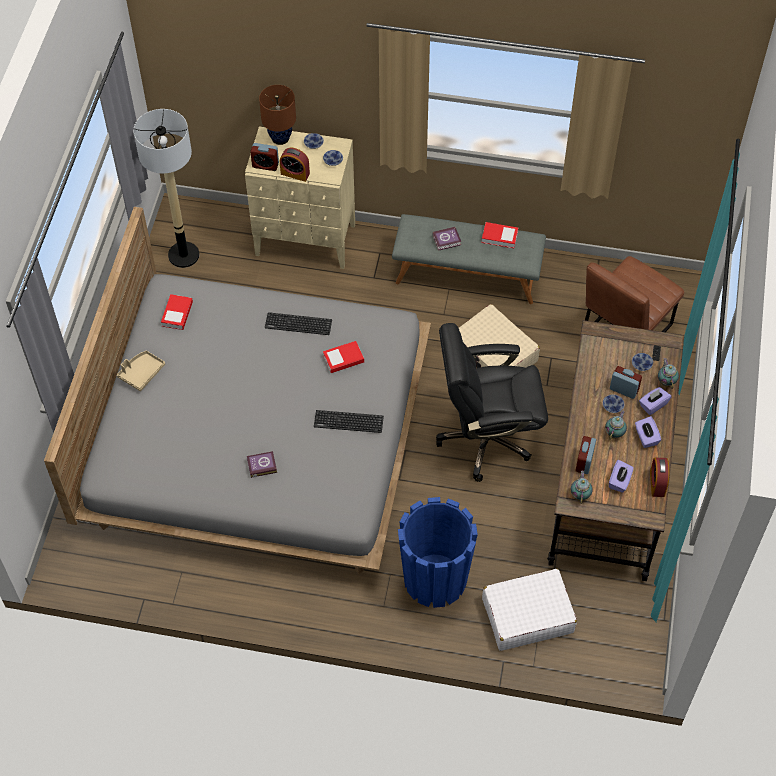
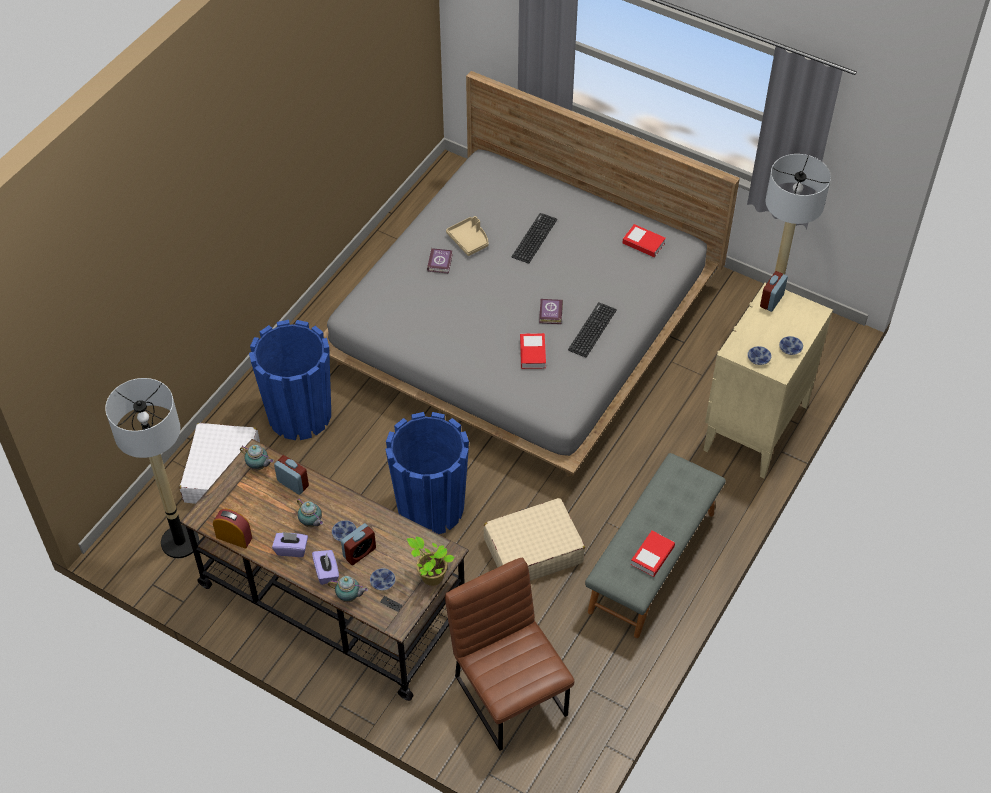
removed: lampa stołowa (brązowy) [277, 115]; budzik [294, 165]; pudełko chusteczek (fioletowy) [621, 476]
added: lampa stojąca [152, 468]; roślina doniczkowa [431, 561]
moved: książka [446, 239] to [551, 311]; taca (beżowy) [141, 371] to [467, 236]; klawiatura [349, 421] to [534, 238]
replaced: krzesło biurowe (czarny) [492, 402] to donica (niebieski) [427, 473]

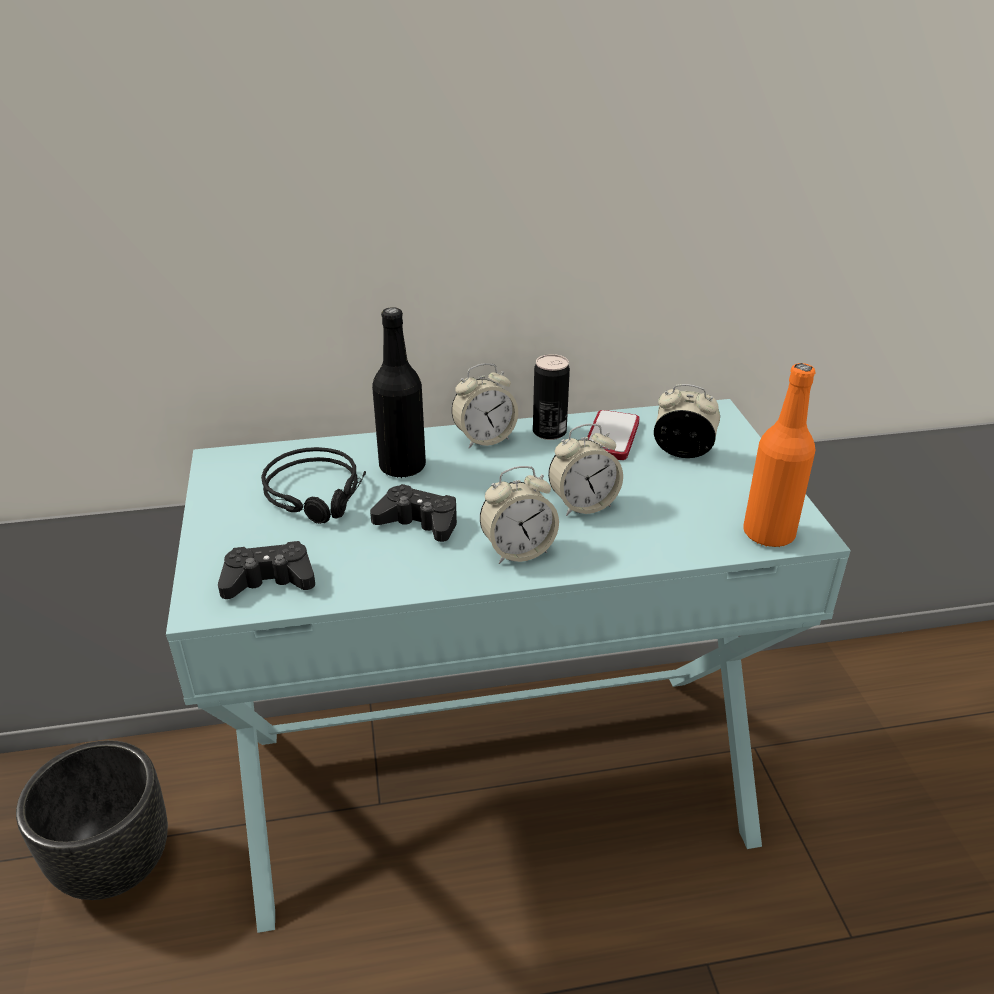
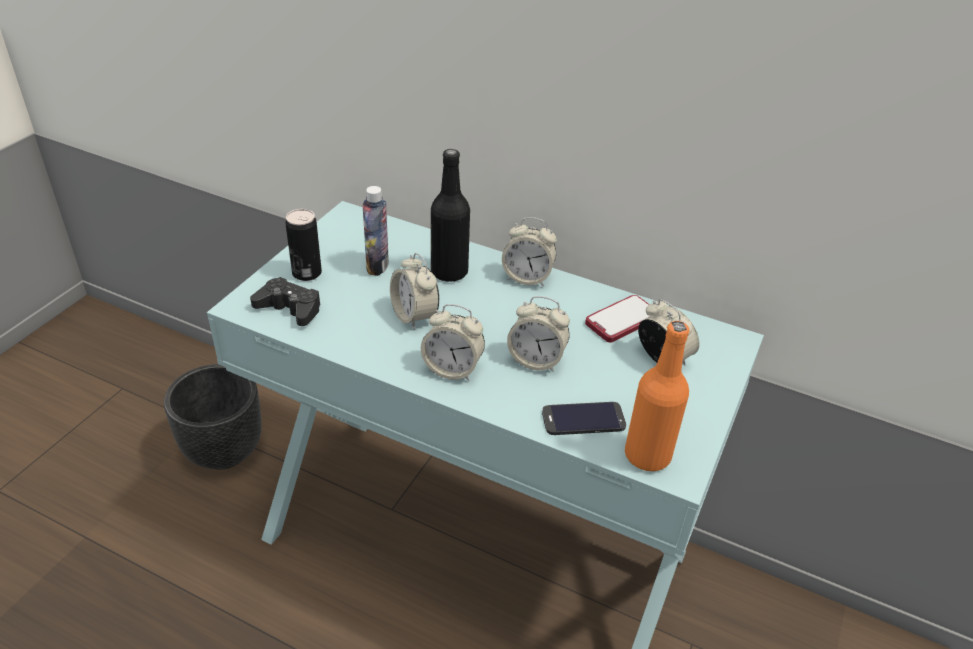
added: telefon [584, 418]
moved: puszka [551, 397] to [303, 245]
replaced: słuchawki (czarny) [313, 485] to butelka [376, 231]; pad do gier (czarny) [413, 513] to budzik [414, 291]

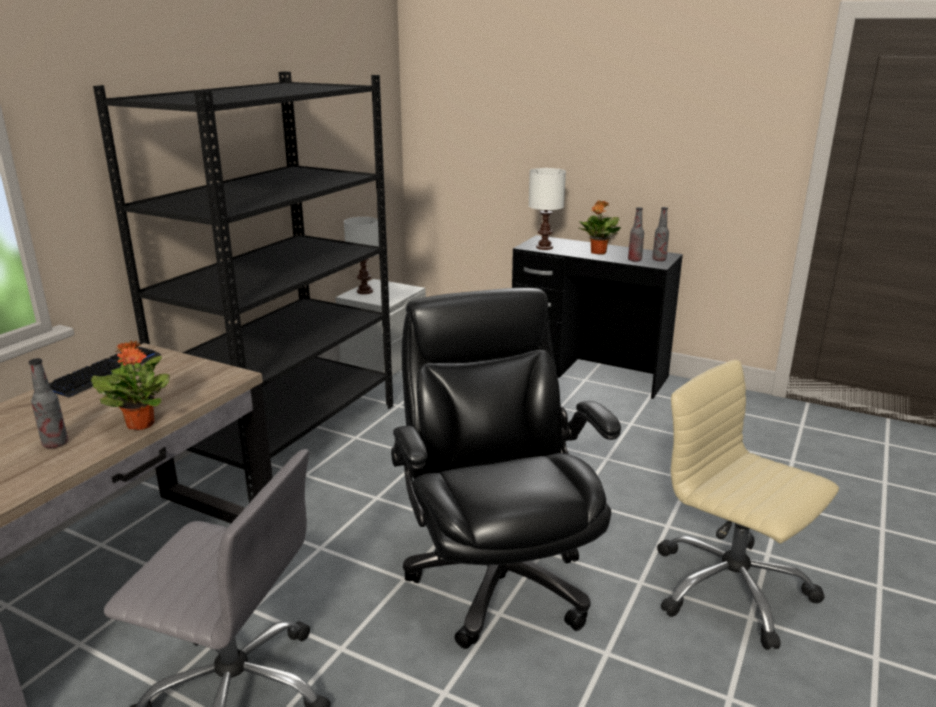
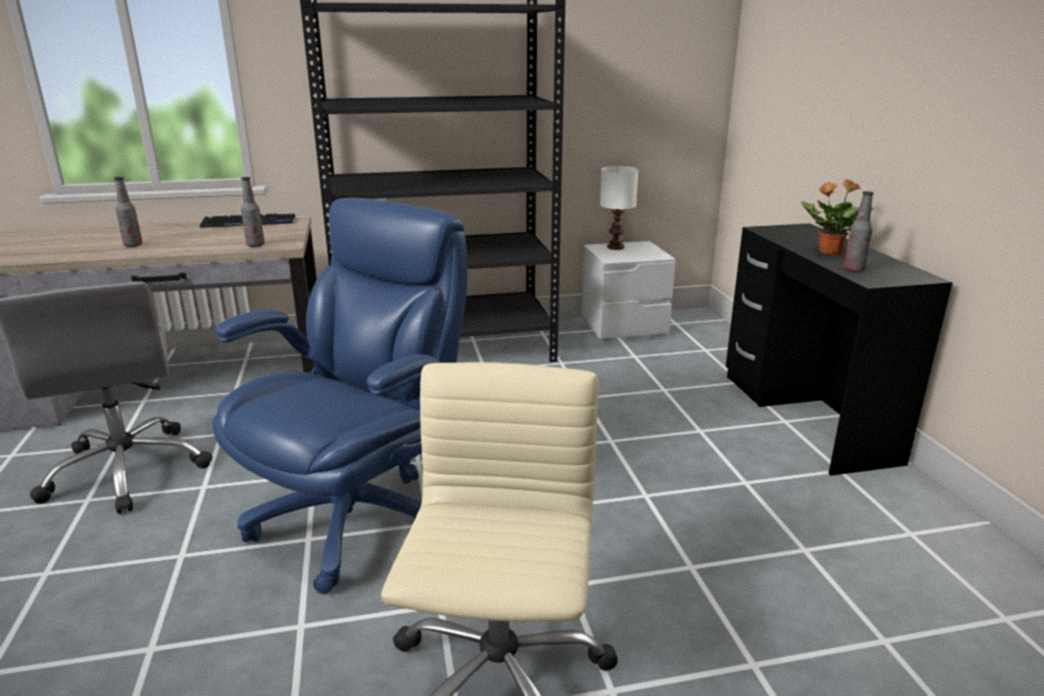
removed: lampa stołowa (biały) [547, 209]; roślina doniczkowa [130, 385]
moved: butelka [660, 234] to [253, 212]
recoloured: krzesło biurowe (czarny) [506, 468] to krzesło biurowe (niebieski) [340, 396]

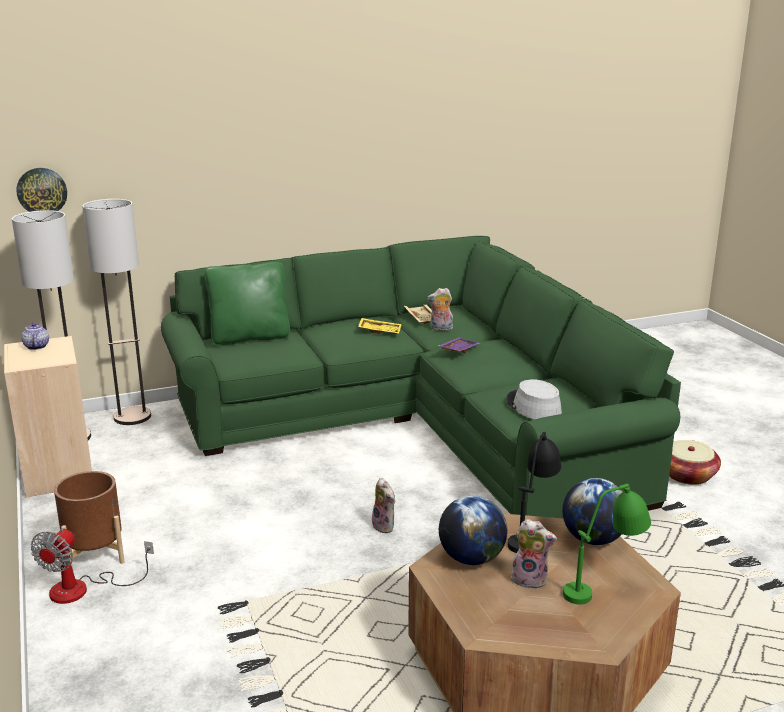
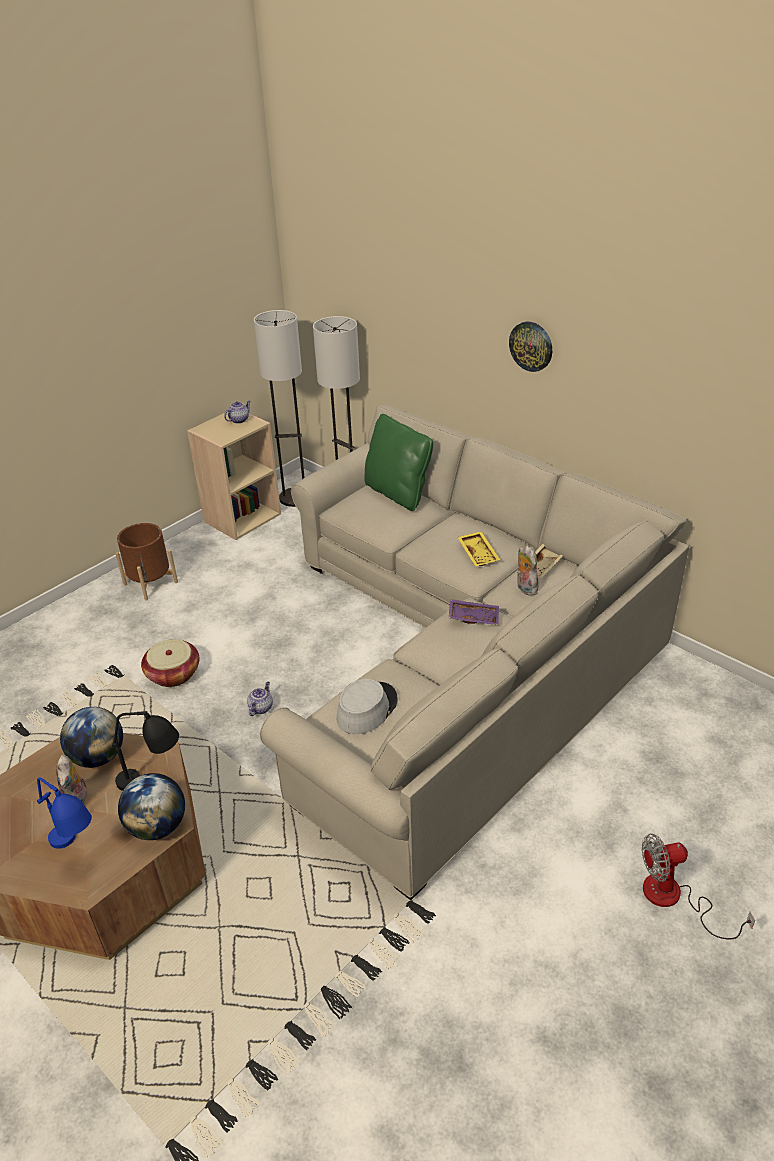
moved: zegar ścienny [41, 190] to [530, 347]; koszyk [695, 462] to [170, 663]; wentylator [92, 566] to [698, 886]
replaced: pluszak [382, 505] to imbryk [260, 699]
recoloured: kanapa (zielony) [421, 377] to kanapa (beżowy) [474, 652]; lampa stołowa (zielony) [607, 543] to lampa stołowa (niebieski) [64, 813]

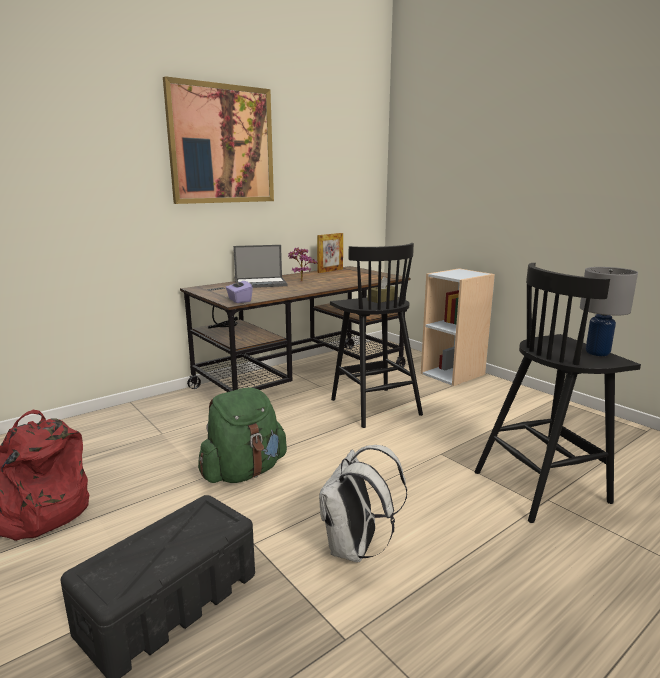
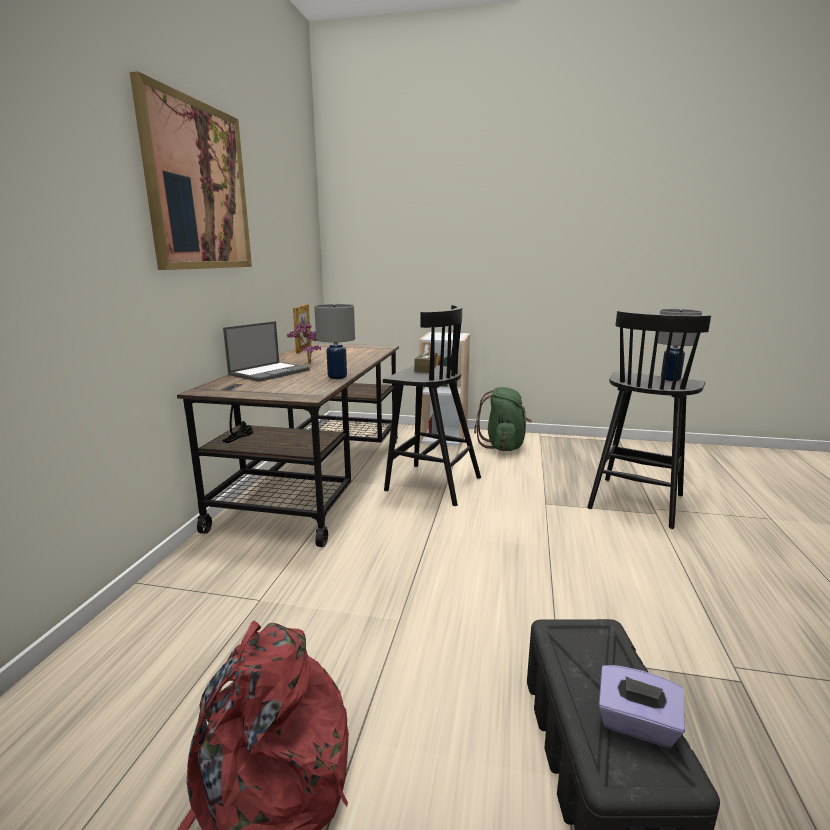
removed: plecak (biały) [363, 503]
added: lampa stołowa (szary) [334, 341]
moved: pudełko chusteczek (fioletowy) [239, 290] to [642, 706]; plecak (zielony) [242, 435] to [503, 419]

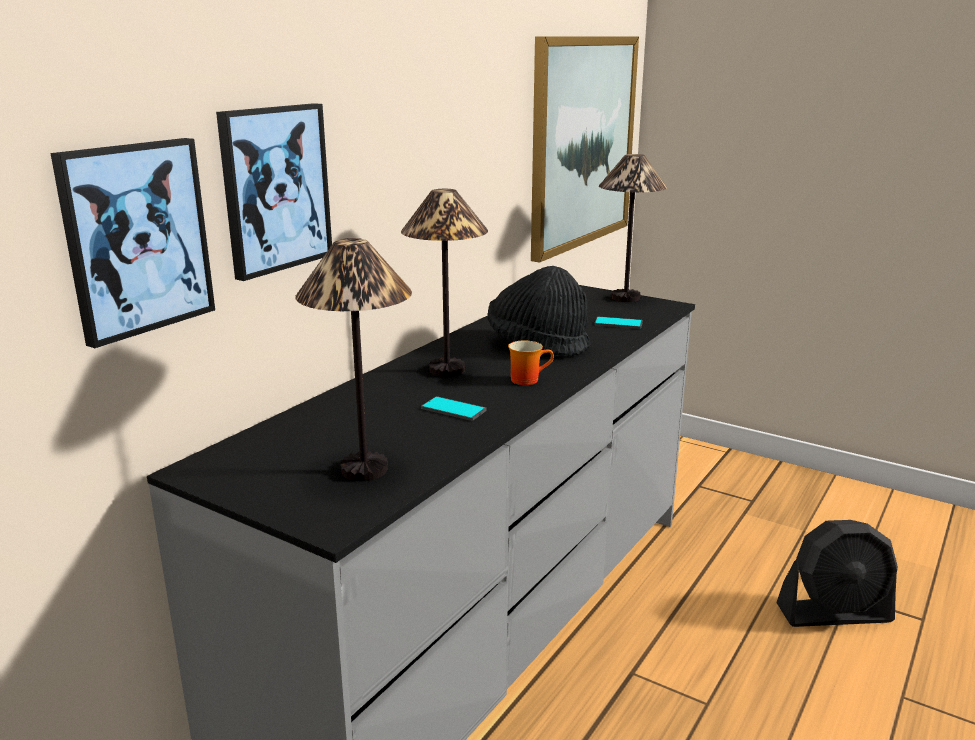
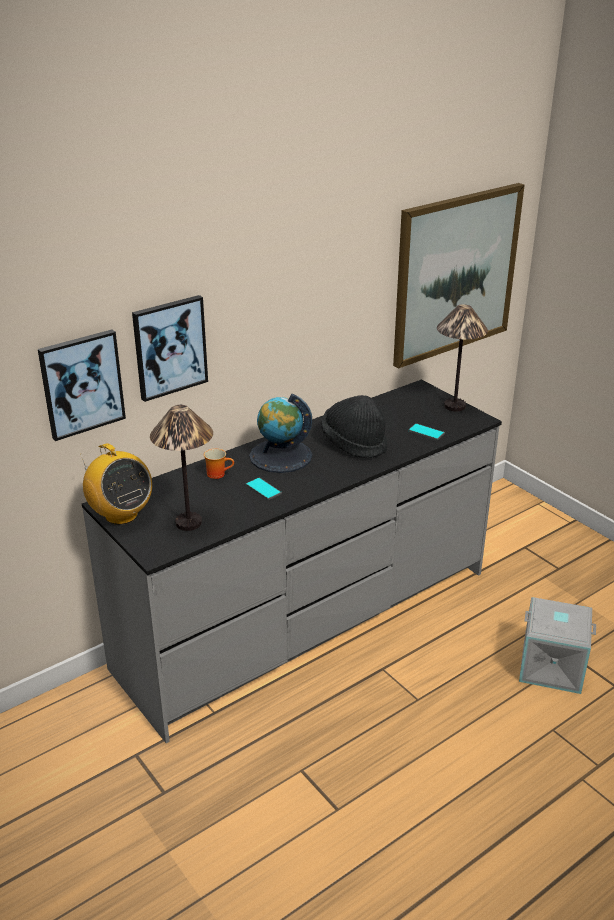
added: radio [116, 484]
moved: kubek [531, 363] to [219, 463]
replaced: lampa stołowa [444, 283] to globus [280, 433]; wentylator (czarny) [837, 573] to pojemnik do przechowywania (szary) [557, 645]

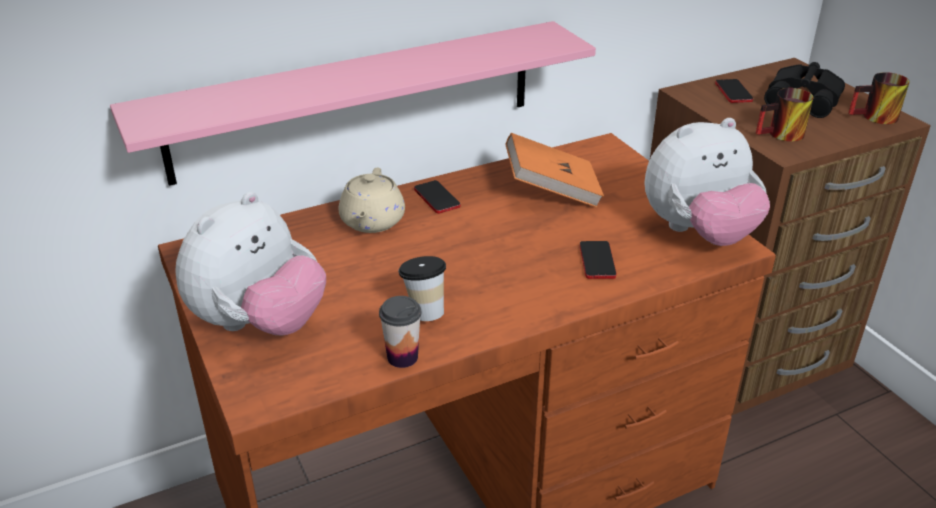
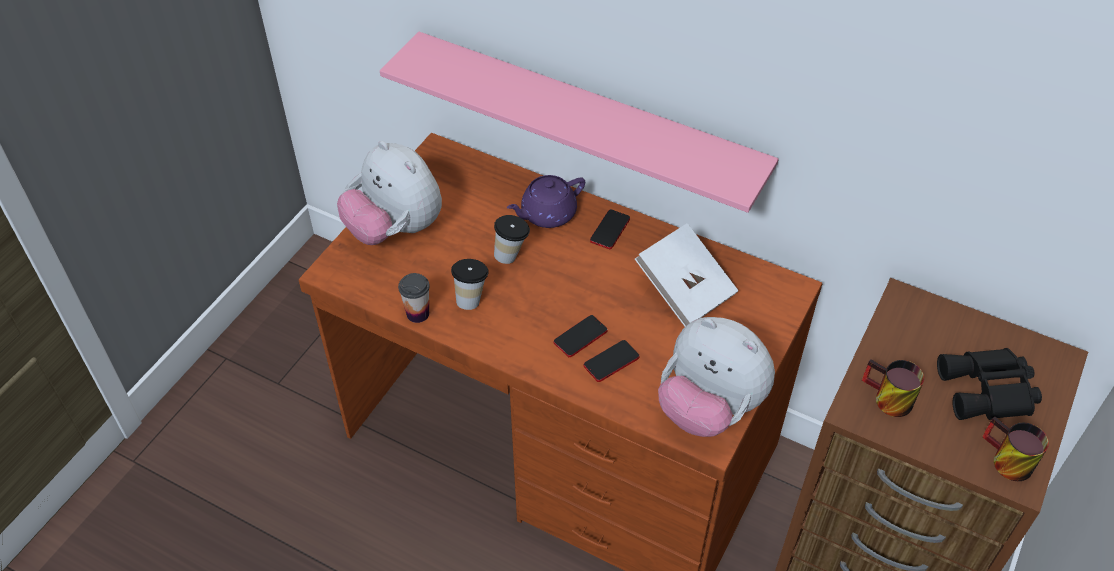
added: filiżanka [512, 239]
moved: telefon [734, 91] to [581, 336]
recoloured: książka (pomarańczowy) [554, 170] to książka (biały) [687, 275]; imbryk (beżowy) [371, 200] to imbryk (fioletowy) [546, 201]
turned: pluszak [250, 263] = [389, 193] 45 degrees clockwise

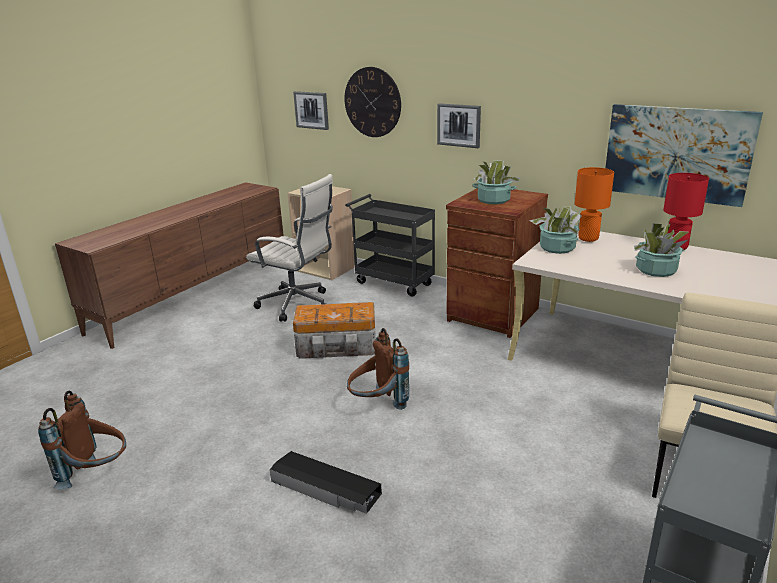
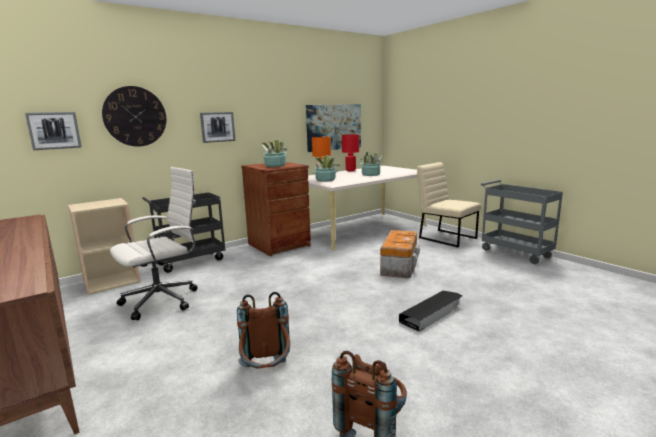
moved: pojemnik do przechowywania [334, 330] to [400, 254]; plecak (brązowy) [378, 369] to [263, 330]

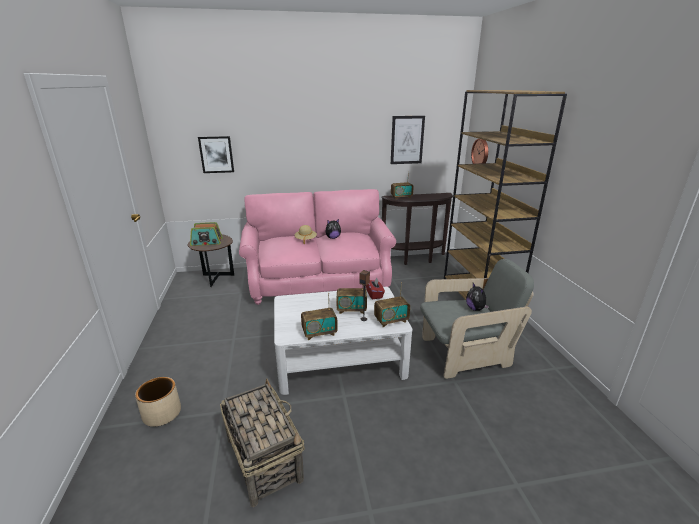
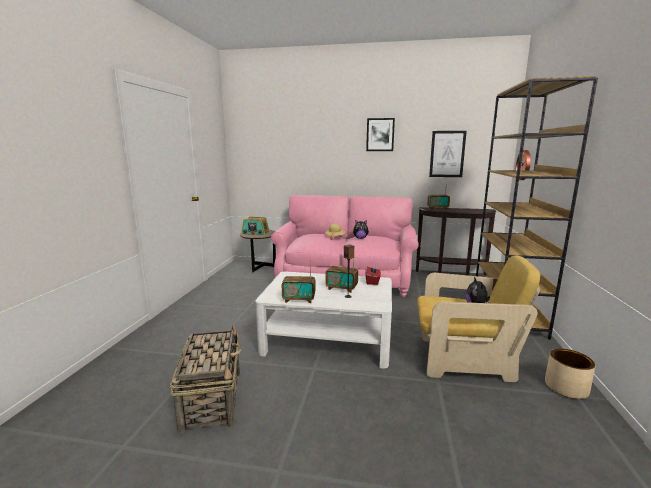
removed: radio [392, 304]
moved: obraz [216, 154] to [380, 134]; donica (beżowy) [158, 402] to [570, 374]
recoloured: fotel (szary) [477, 319] to fotel (żółty) [478, 318]

